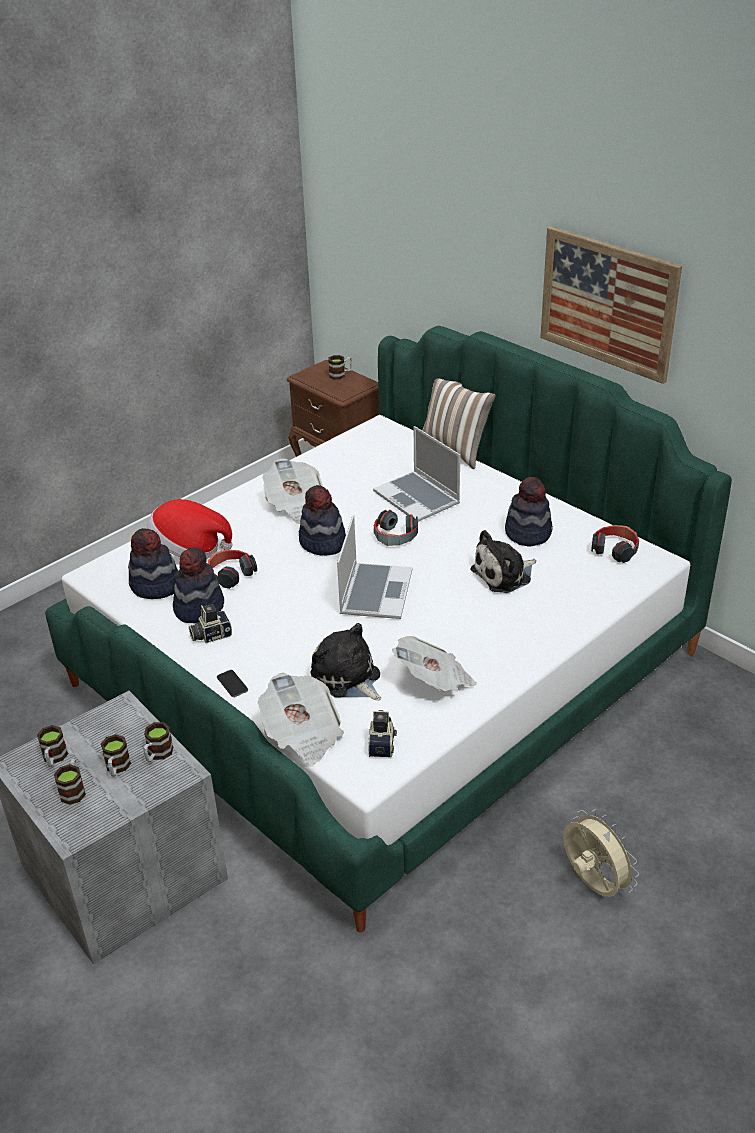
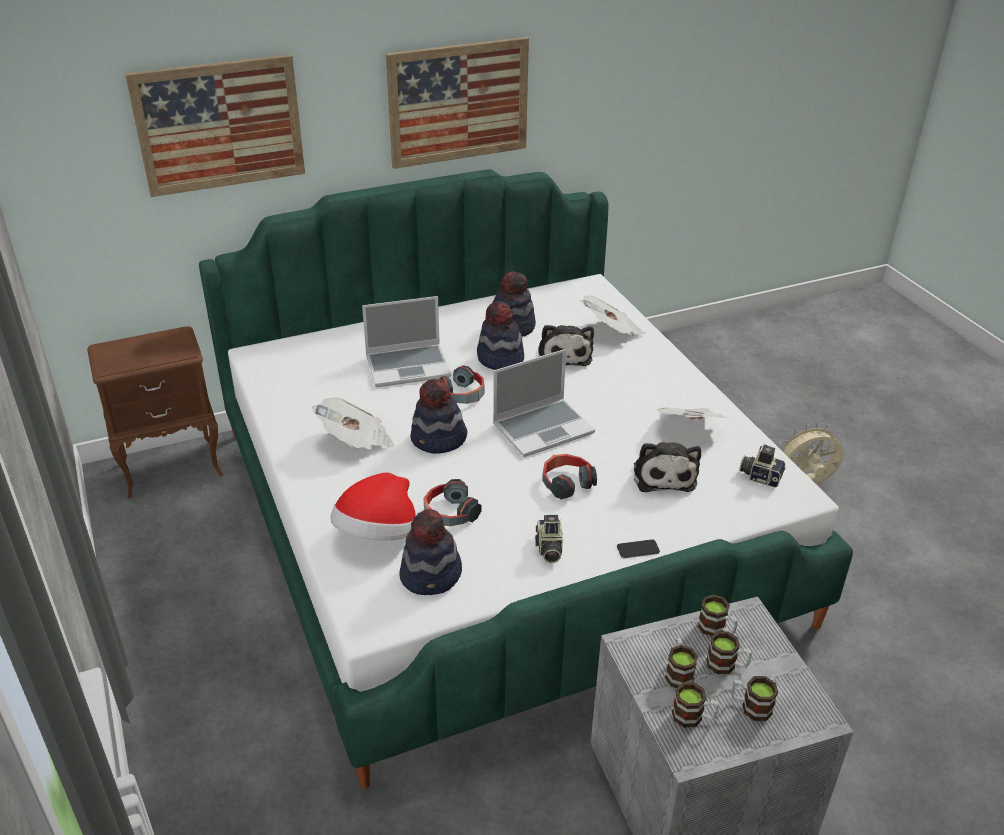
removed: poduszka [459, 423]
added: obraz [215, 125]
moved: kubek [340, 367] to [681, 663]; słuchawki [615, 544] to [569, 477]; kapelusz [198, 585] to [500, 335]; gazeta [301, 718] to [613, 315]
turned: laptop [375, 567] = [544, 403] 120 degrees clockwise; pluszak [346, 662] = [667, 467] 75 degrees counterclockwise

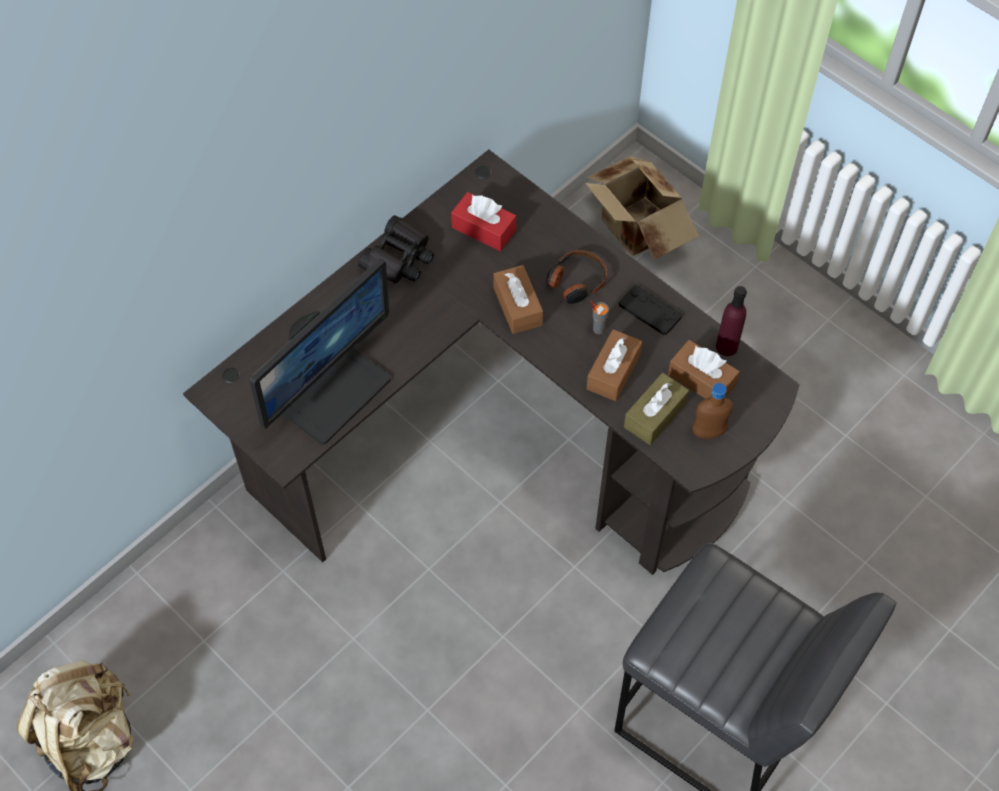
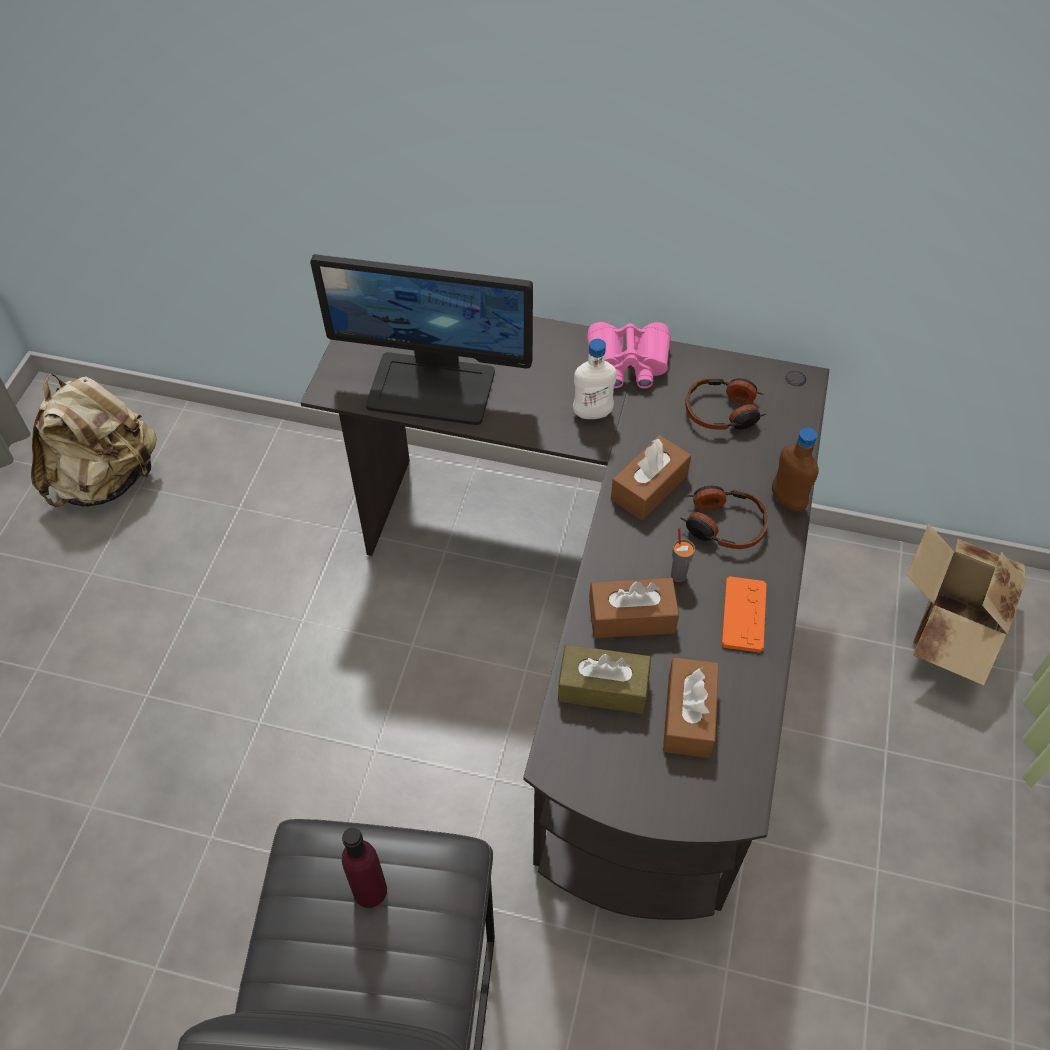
added: butelka (biały) [595, 379]
moved: butelka (fioletowy) [731, 321] to [364, 867]; butelka (brązowy) [712, 411] to [795, 470]
replaced: pudełko chusteczek (czerwony) [483, 221] to słuchawki [726, 404]
recoloured: lornetka (czarny) [396, 249] to lornetka (różowy) [629, 355]; pad do gier (czarny) [650, 310] to pad do gier (pomarańczowy) [744, 614]

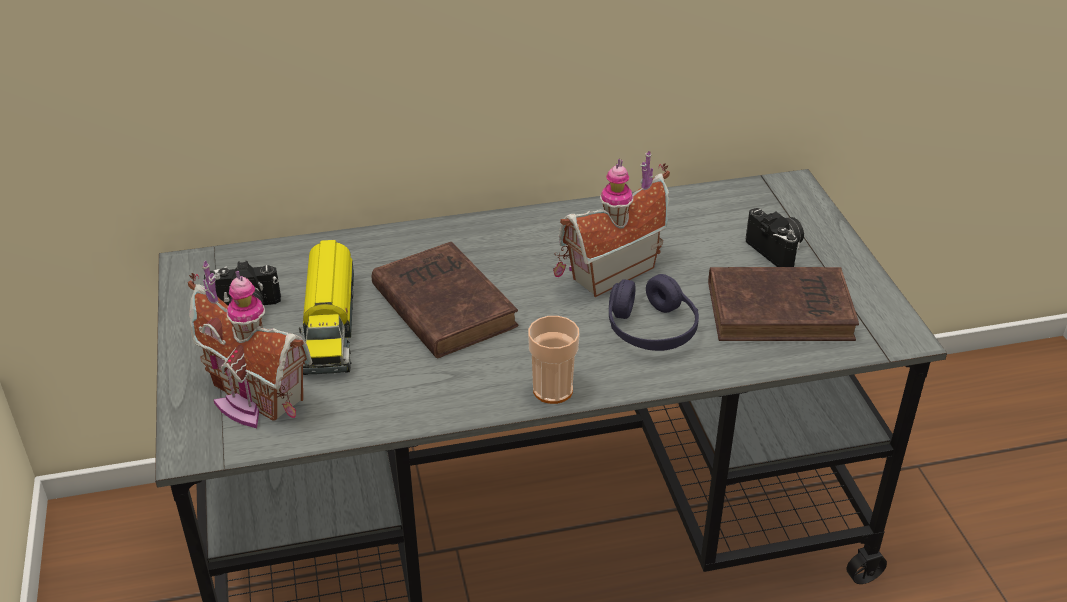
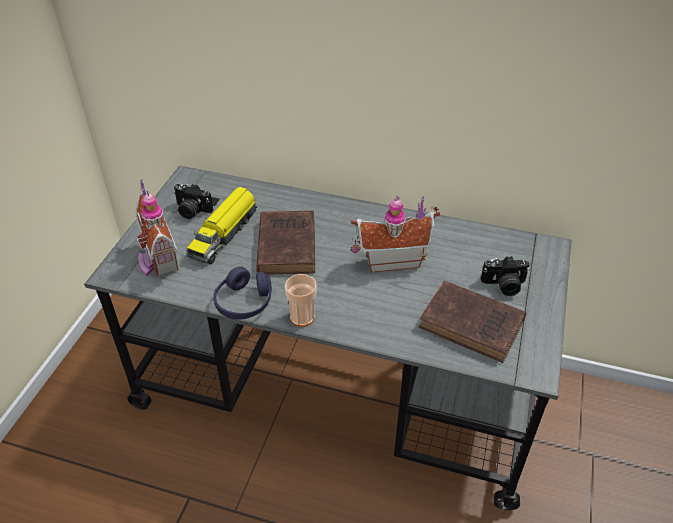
moved: słuchawki (fioletowy) [654, 312] to [242, 293]
turned: aparat fotograficzny [775, 237] = [505, 276] 90 degrees clockwise

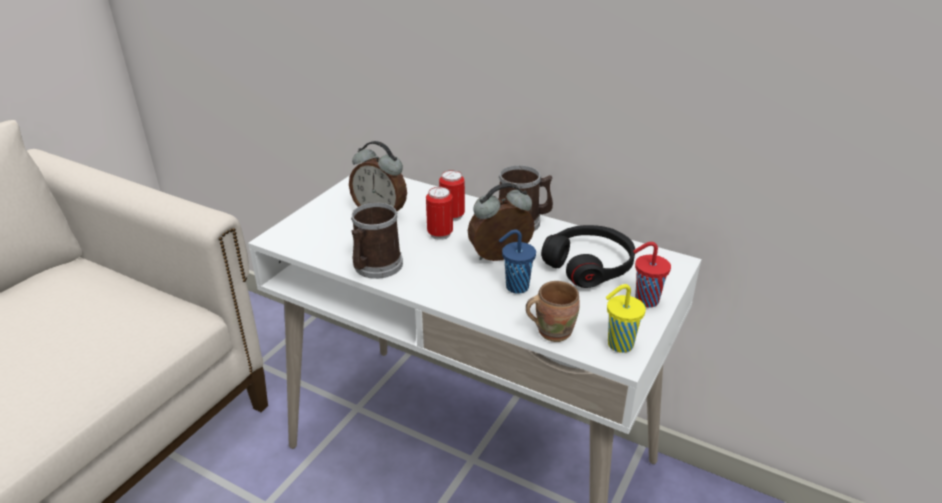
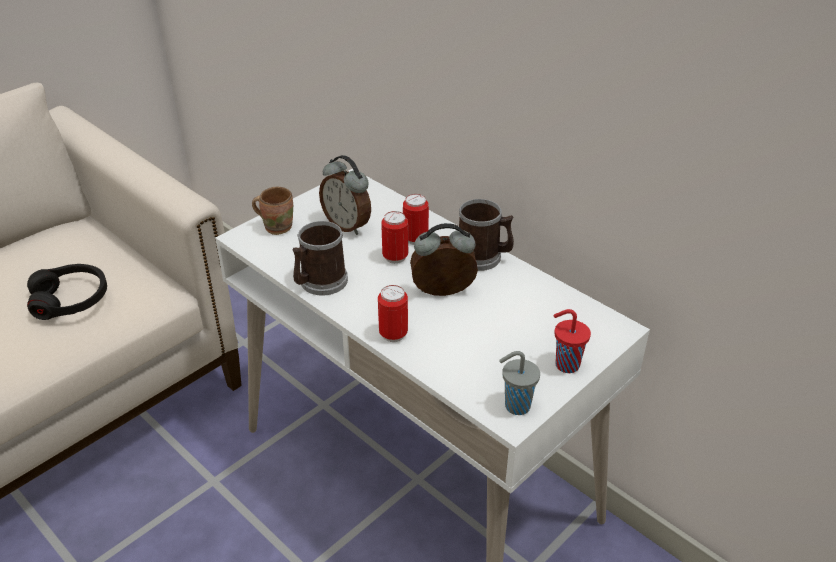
removed: filiżanka (niebieski) [517, 261]
added: puszka [393, 313]
moved: słuchawki (czarny) [588, 256] to [67, 292]; kubek (brązowy) [552, 311] to [272, 211]
recoloured: filiżanka (żółty) [626, 318] to filiżanka (szary) [519, 383]

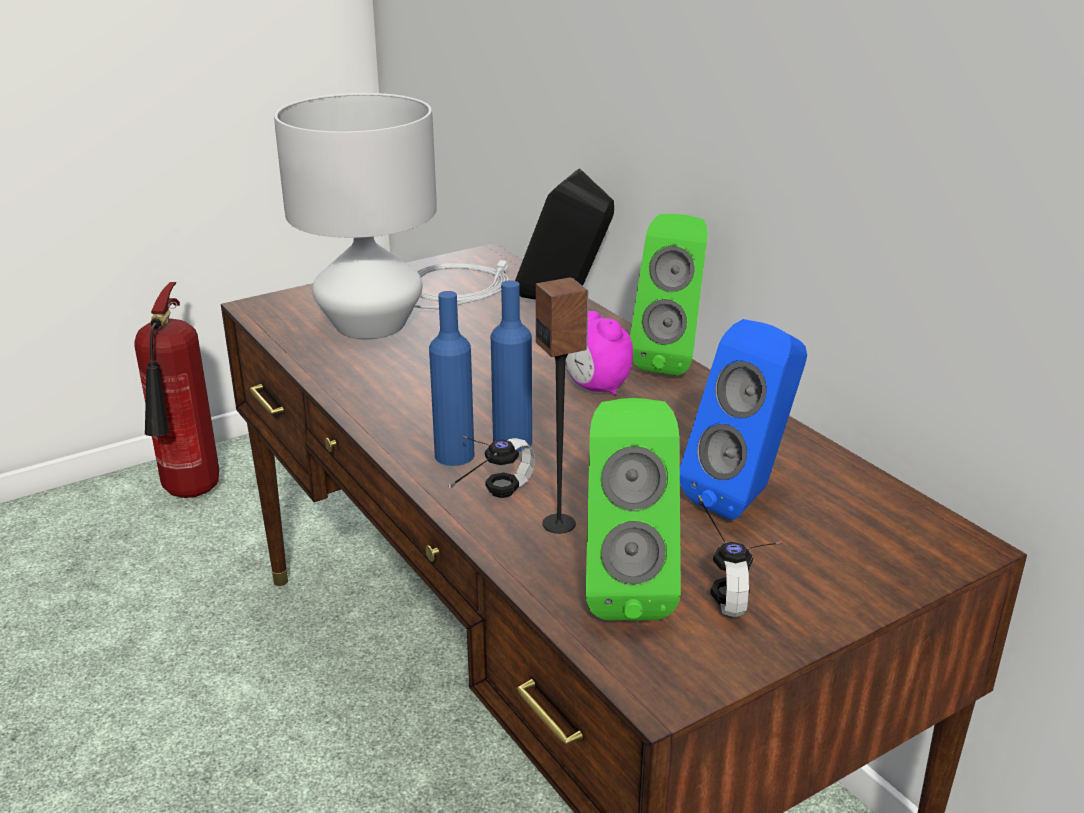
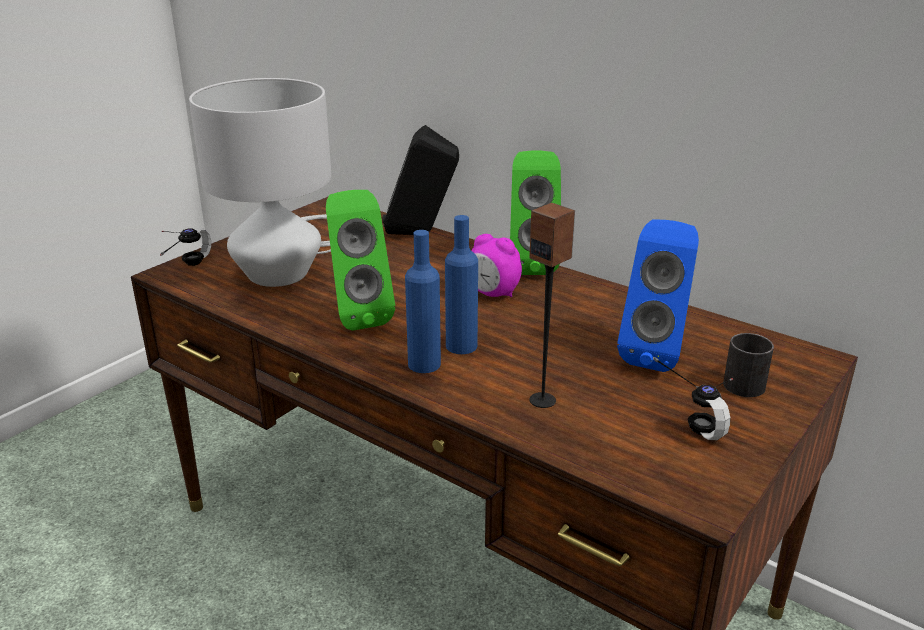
removed: gaśnica [176, 390]
added: kubek (czarny) [748, 365]
moved: głośnik (zielony) [633, 509] to [360, 260]; słuchawki [491, 467] to [185, 247]

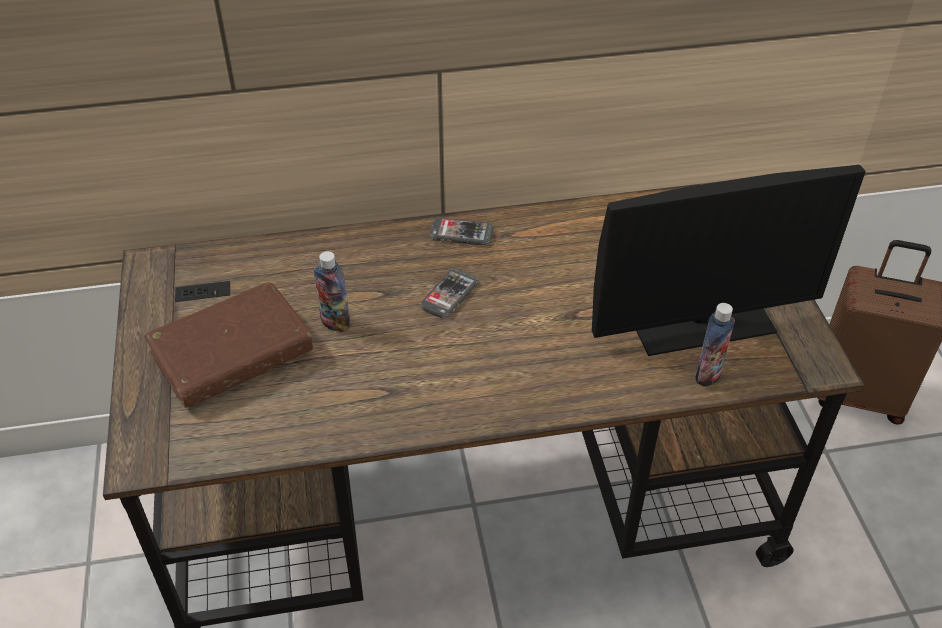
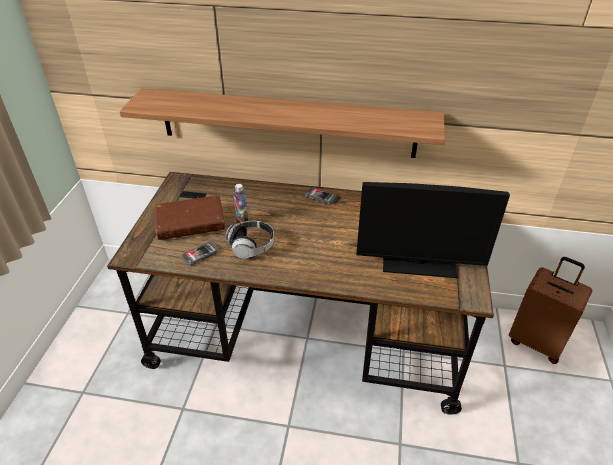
removed: butelka [715, 345]
added: półka [282, 123]; słuchawki [250, 240]
moved: telefon [449, 293] to [200, 253]

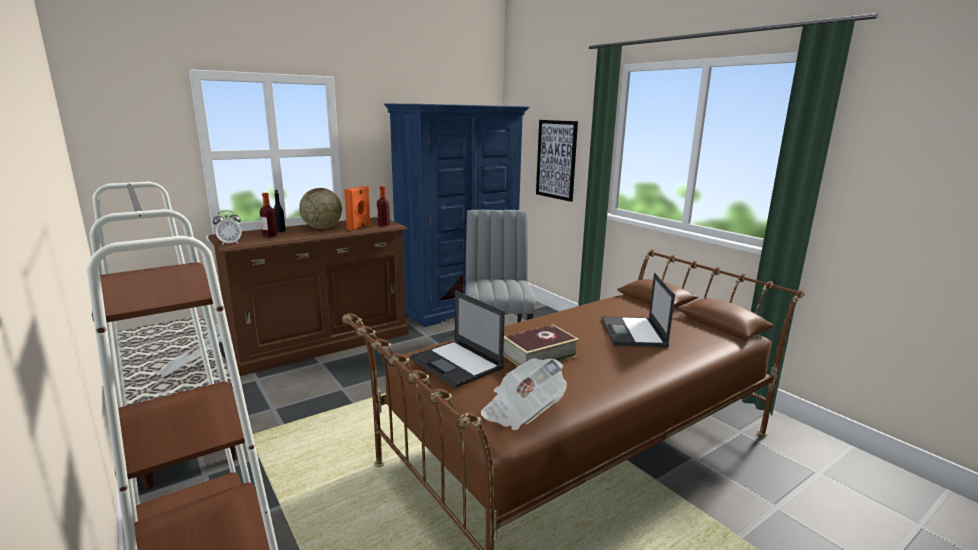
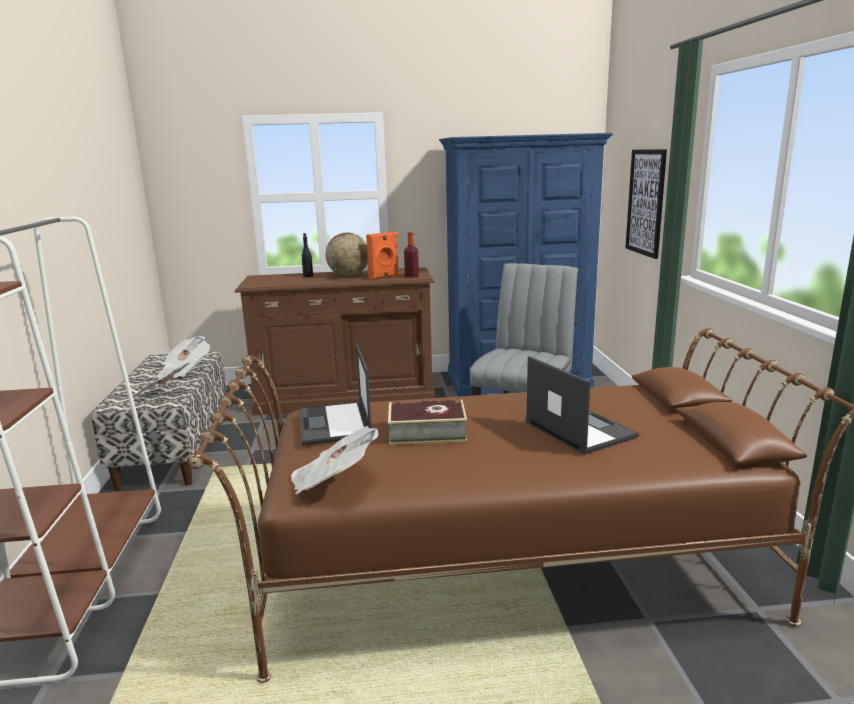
removed: butelka [268, 215]; budzik [227, 227]
added: gazeta [183, 357]
turned: laptop [638, 310] = [582, 405] 120 degrees clockwise

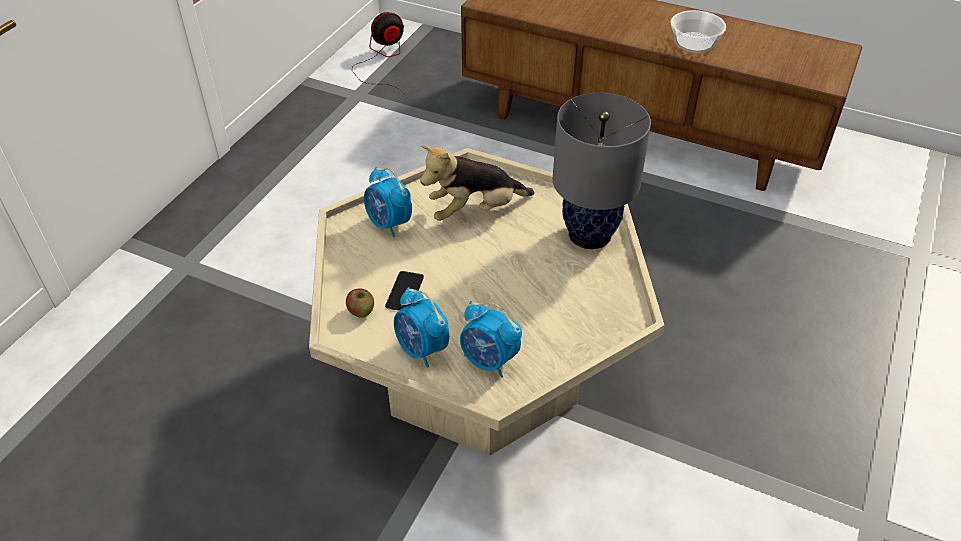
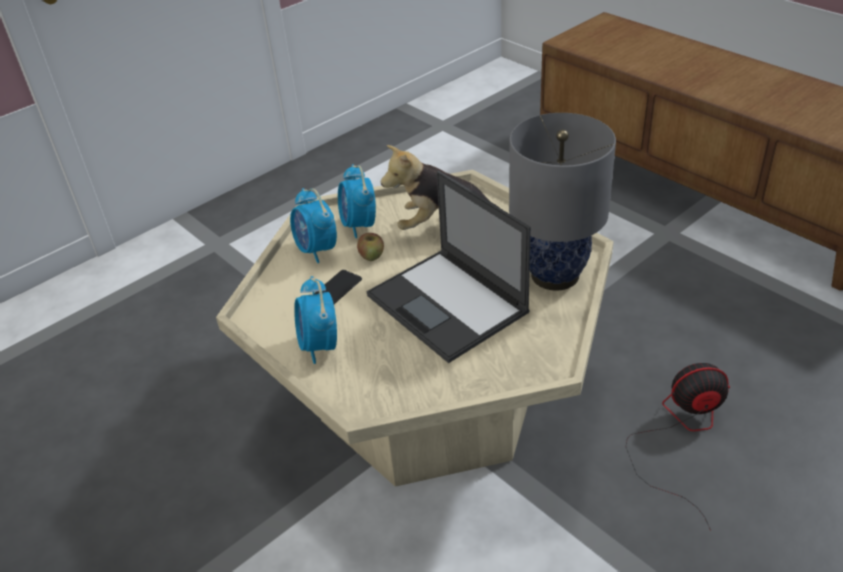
removed: miska [698, 31]
added: laptop [449, 267]
moved: wentylator [378, 53] to [678, 447]; jabłko [360, 303] to [370, 247]; budzik [491, 339] to [313, 225]

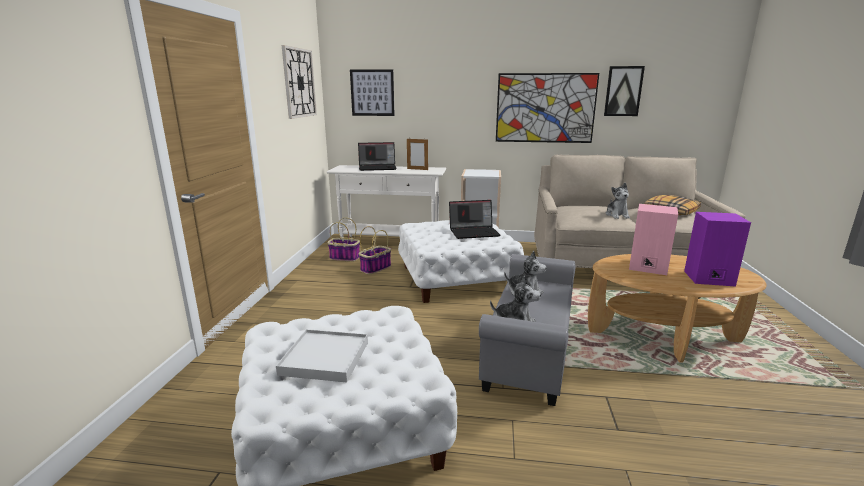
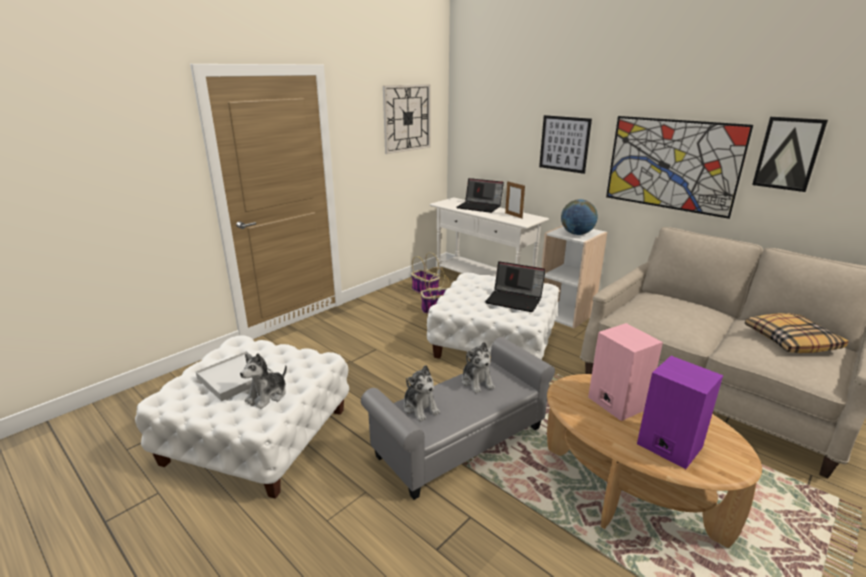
added: globus [579, 217]
moved: obraz [372, 92] to [565, 144]; pluszak [618, 201] to [263, 381]

